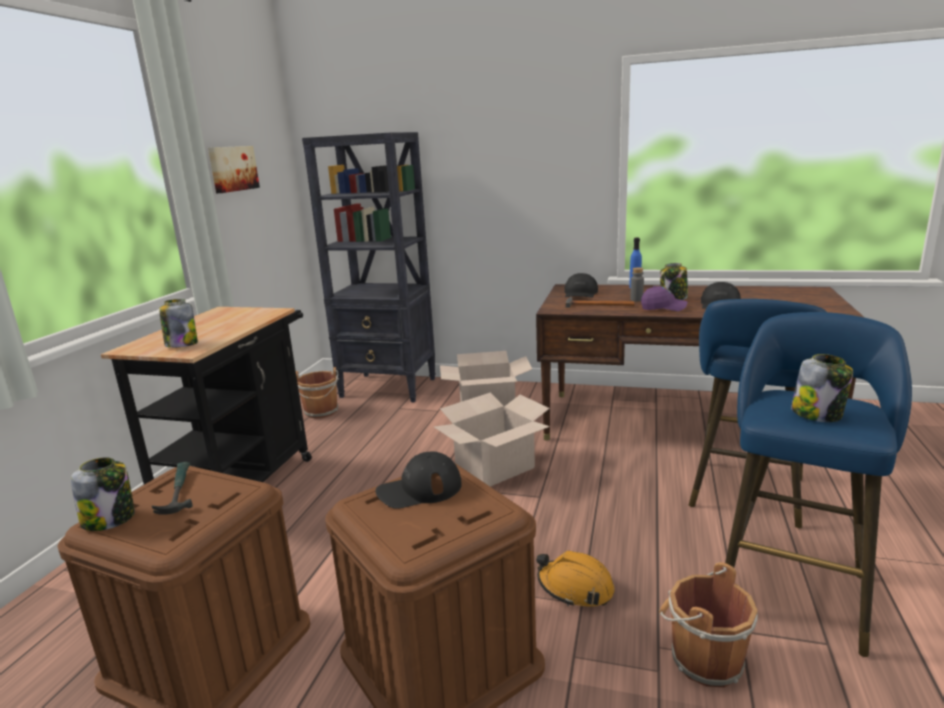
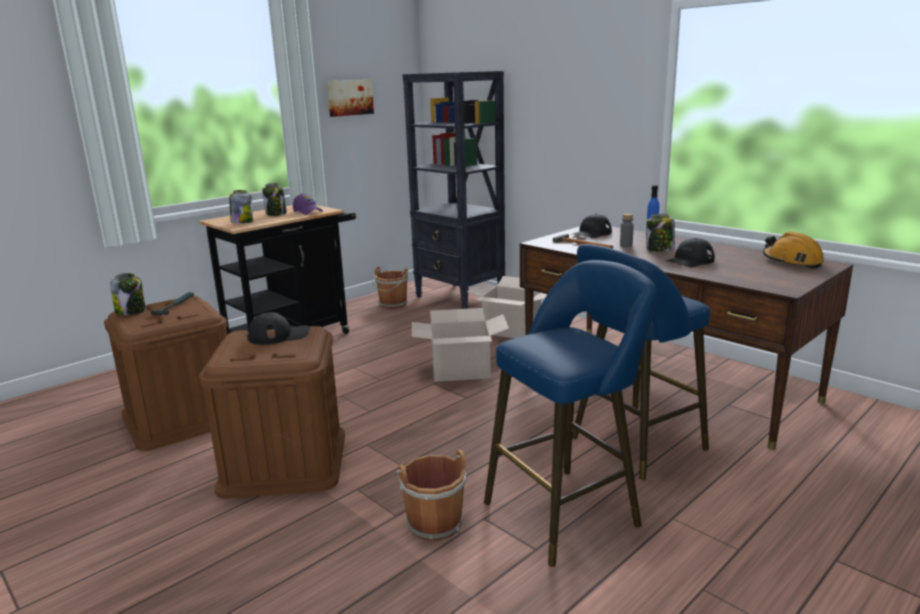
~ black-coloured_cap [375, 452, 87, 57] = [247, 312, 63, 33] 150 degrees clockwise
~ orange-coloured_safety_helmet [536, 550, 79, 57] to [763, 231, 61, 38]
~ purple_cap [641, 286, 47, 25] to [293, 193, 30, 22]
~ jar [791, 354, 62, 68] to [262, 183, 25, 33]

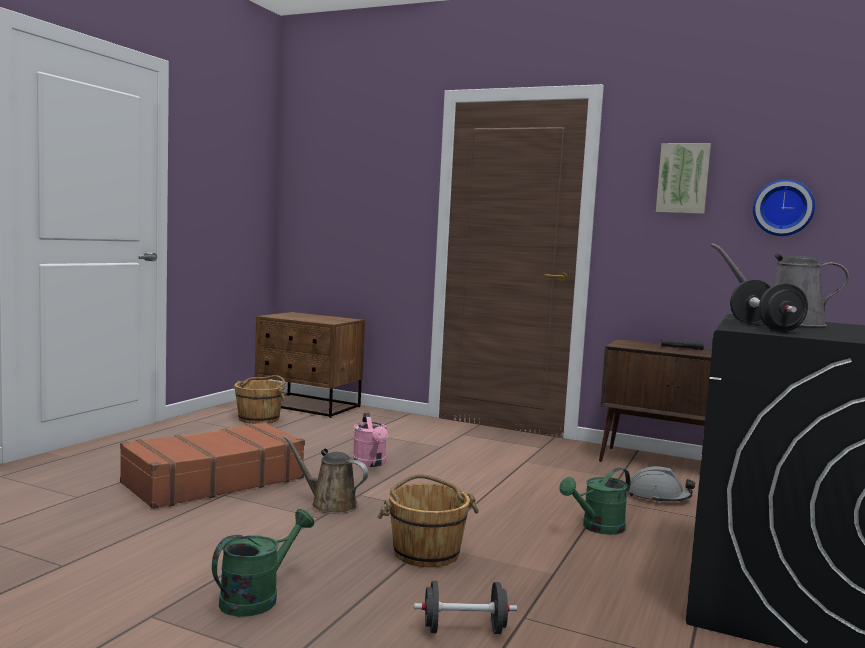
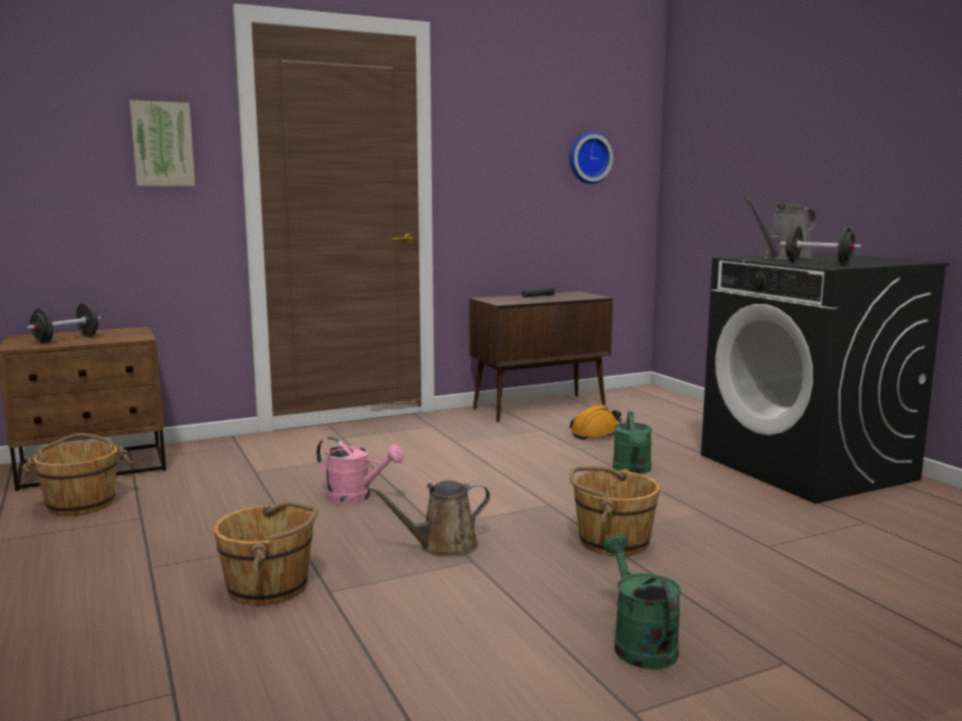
~ brownish_suitcase [120, 422, 185, 87] to brownish_pail [214, 501, 104, 104]
~ black-coloured_hand_weight [414, 581, 103, 53] to [27, 303, 73, 40]
~ grey_safety_helmet [629, 466, 66, 37] to orange-coloured_safety_helmet [569, 405, 52, 35]
~ wall_picture [656, 143, 55, 71] to [129, 100, 66, 86]

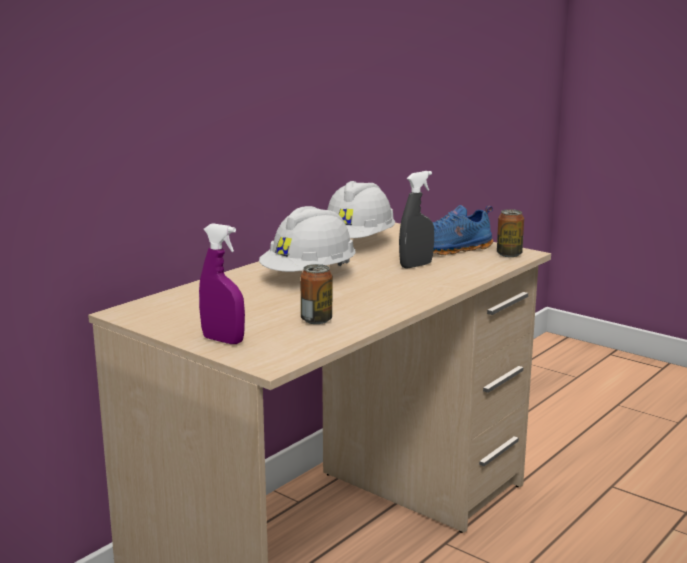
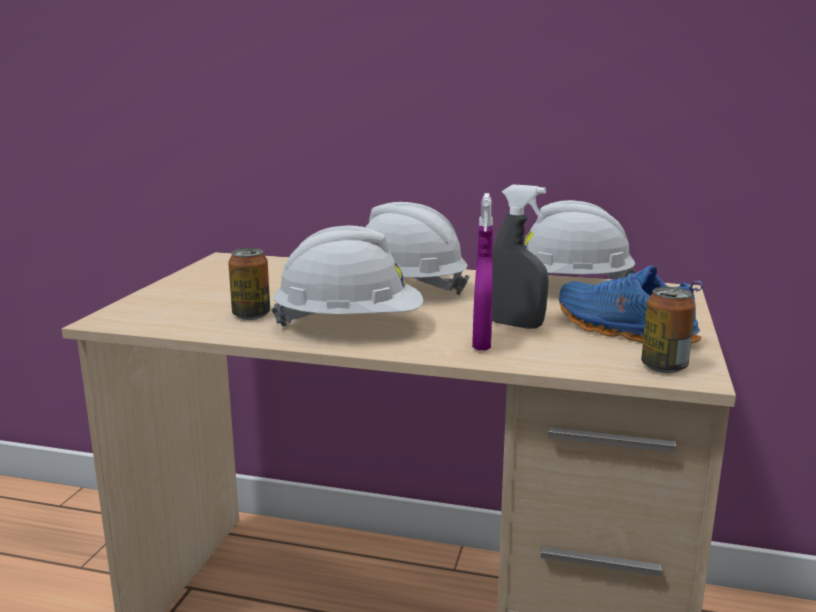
~ purple_hand_sprayer [199, 223, 46, 121] to [472, 193, 21, 157]
+ white_safety_helmet [271, 225, 152, 101]

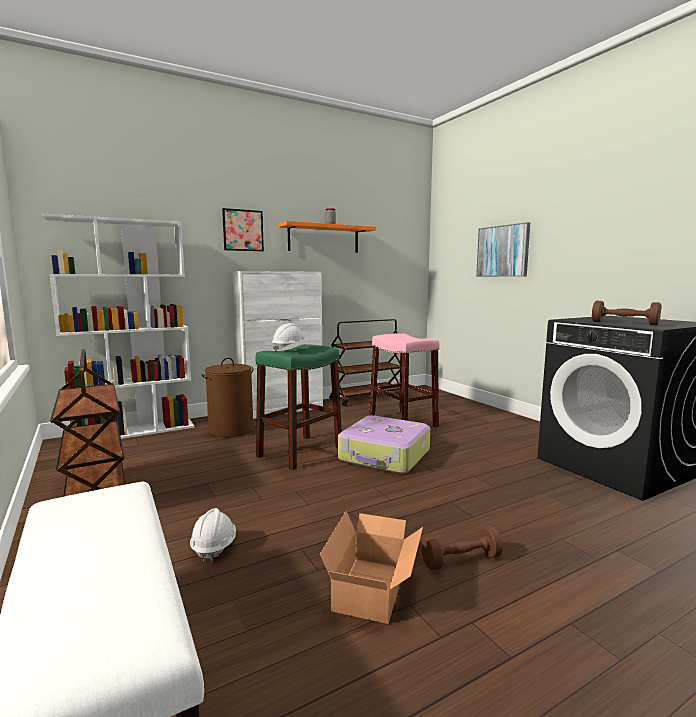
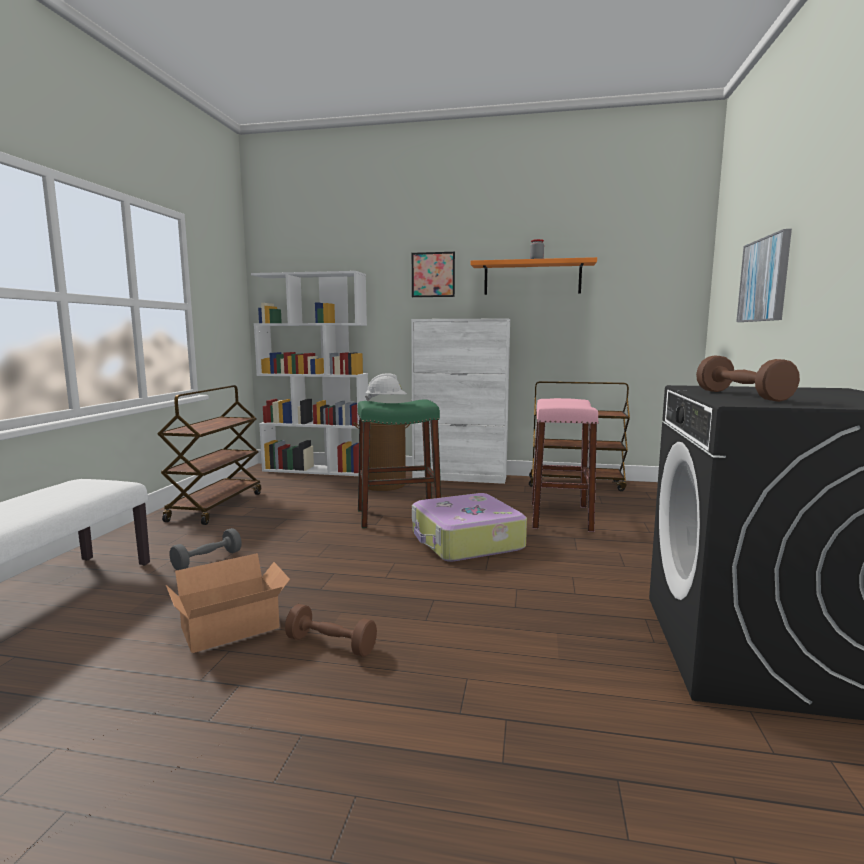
~ white_safety_helmet [190, 508, 46, 55] to grey_hand_weight [170, 528, 72, 42]

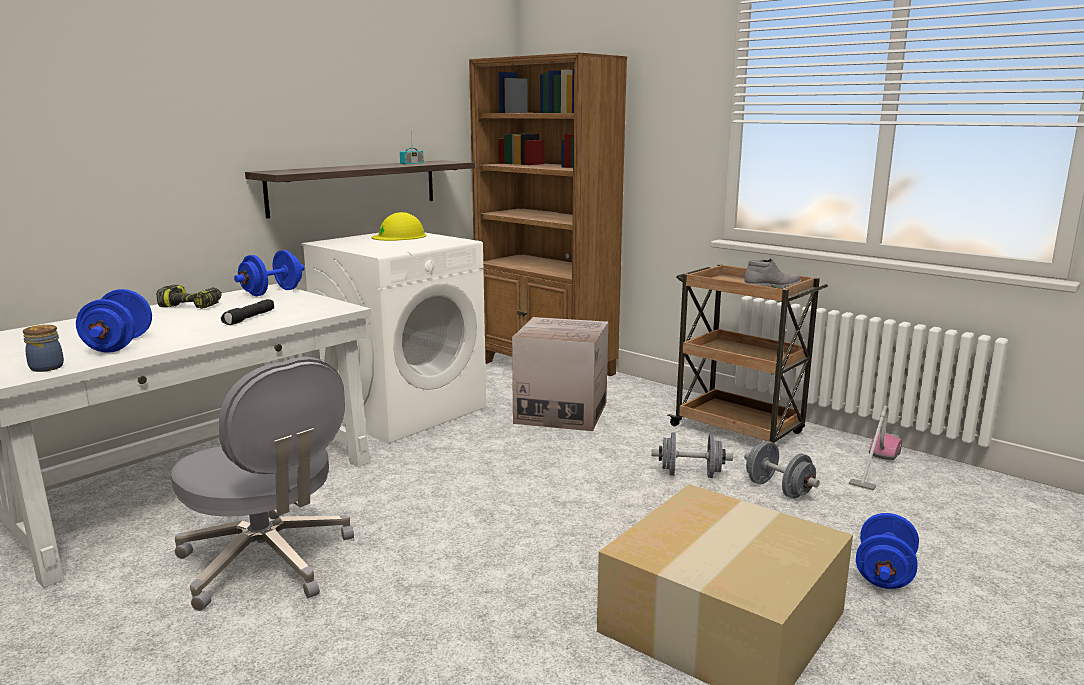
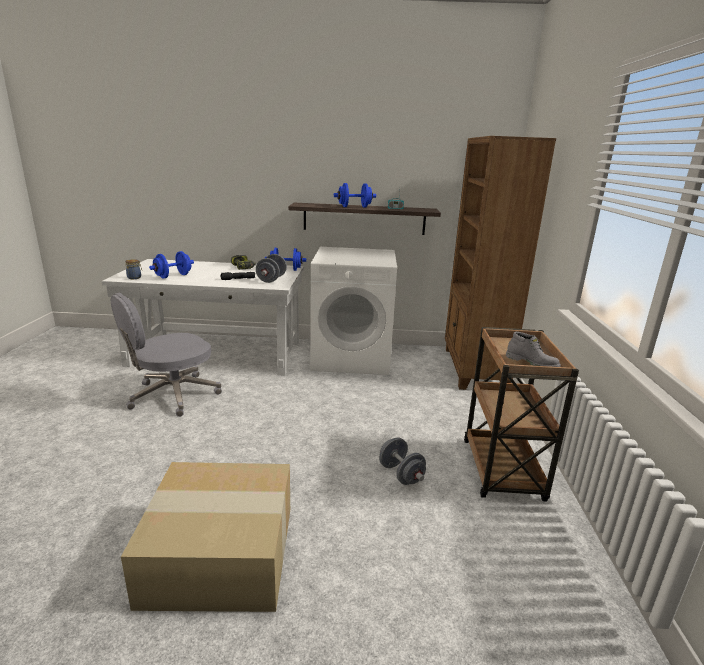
~ grey_office_chair [171, 357, 183, 254] = [111, 293, 111, 124] 45 degrees clockwise
- yellow-coloured_safety_helmet [372, 212, 55, 29]
- packing_box [512, 317, 96, 114]
~ grey_hand_weight [744, 441, 76, 58] to [256, 254, 31, 29]
- vacuum [849, 405, 53, 86]
~ blue_hand_weight [856, 513, 63, 76] to [334, 183, 42, 25]

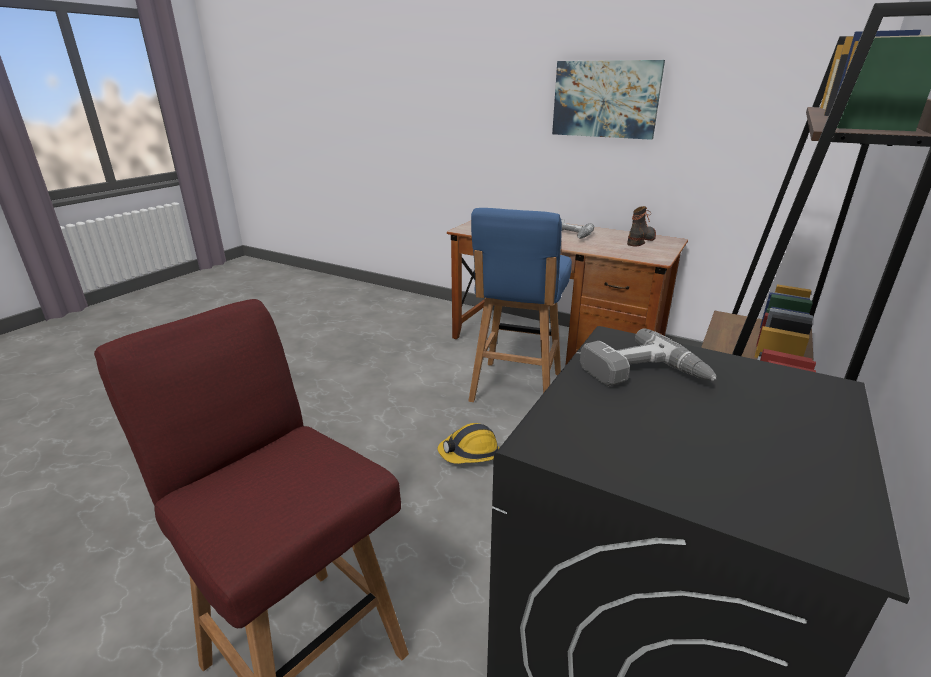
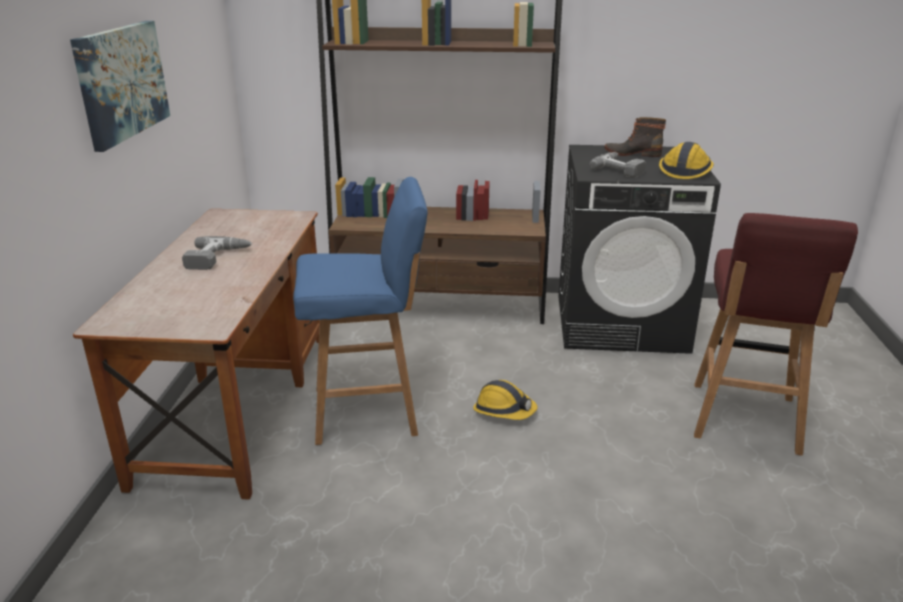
~ tall_boot [627, 206, 29, 40] to [605, 117, 61, 40]
+ safety_helmet [659, 142, 55, 37]

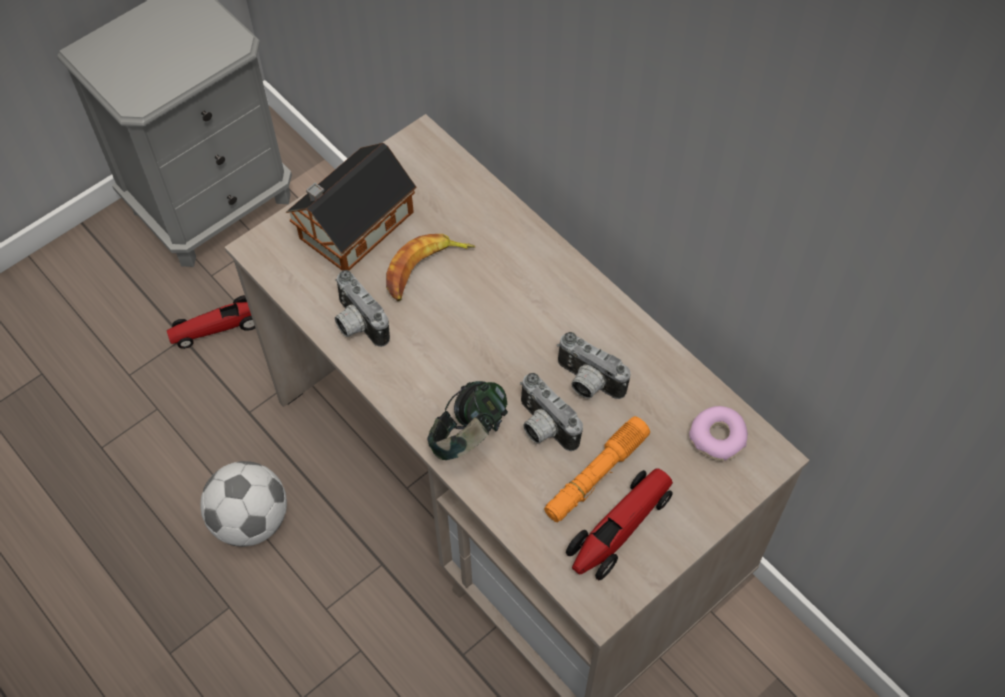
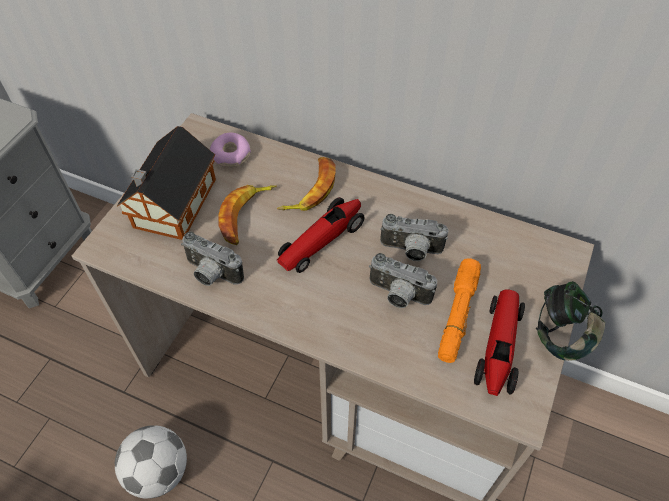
~ miniature_car [167, 295, 88, 54] to [277, 197, 88, 76]
~ headset [427, 381, 81, 79] to [535, 281, 71, 80]
~ ring_doughnut [689, 406, 59, 55] to [210, 133, 41, 34]
+ banana [277, 157, 58, 54]

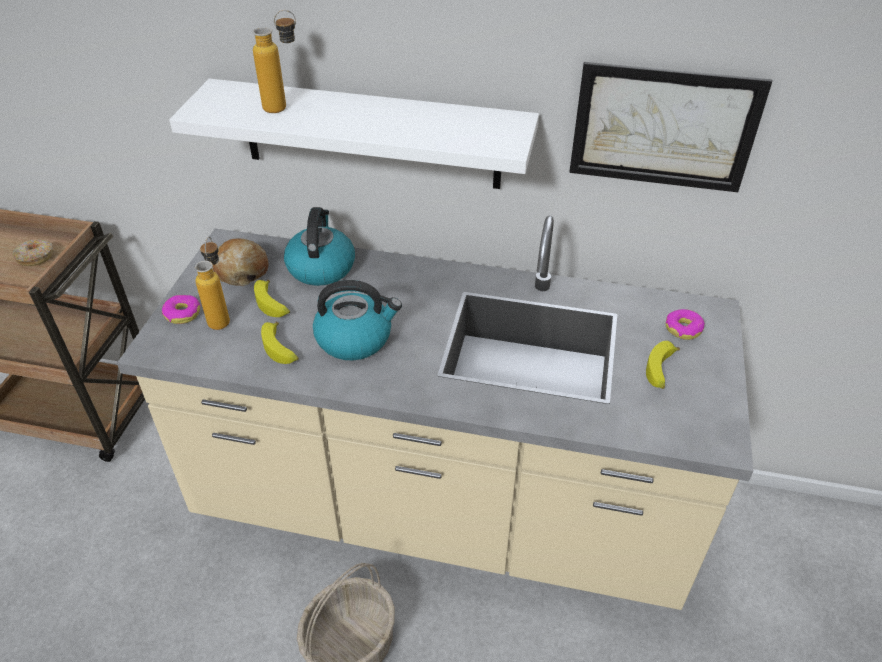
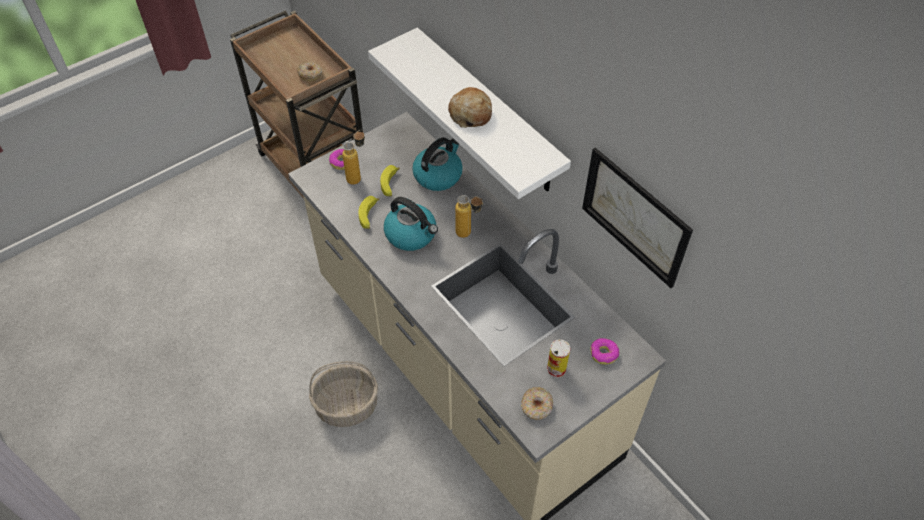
~ bread [213, 239, 56, 47] to [448, 87, 44, 41]
~ bottle [253, 10, 43, 103] to [455, 195, 28, 43]
~ banana [646, 341, 34, 48] to can [547, 339, 23, 39]
+ ring_doughnut [521, 387, 32, 33]

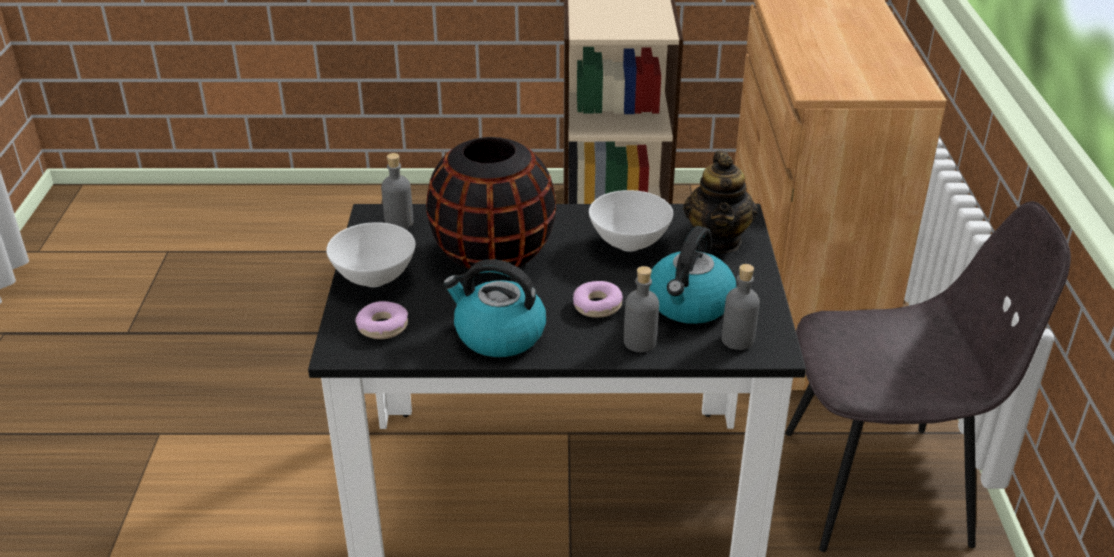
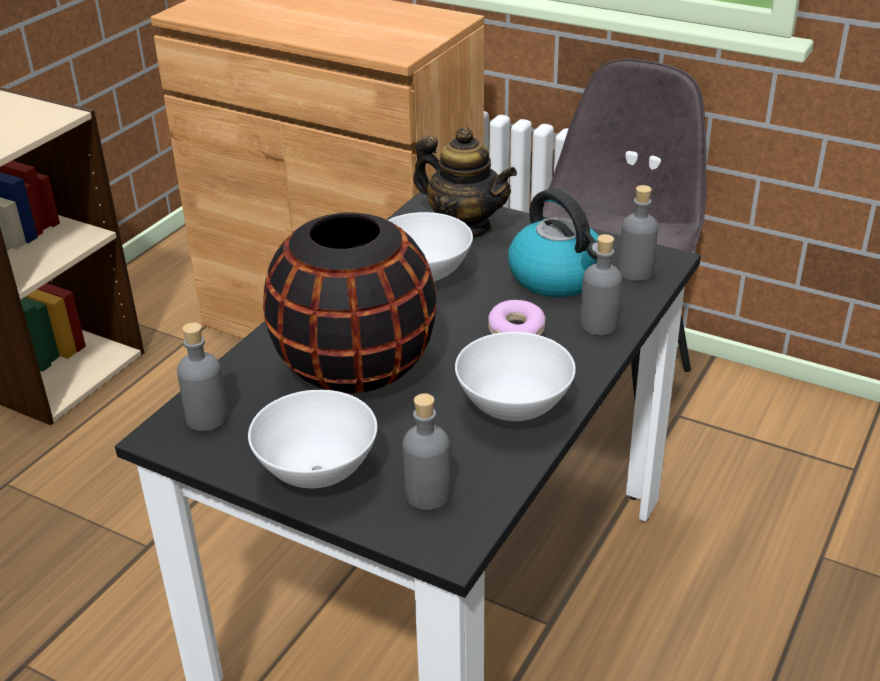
~ ring_doughnut [355, 301, 53, 38] to grey_bottle [403, 393, 48, 117]
~ tea_kettle [443, 259, 103, 98] to white_deep_dish [455, 332, 121, 89]

